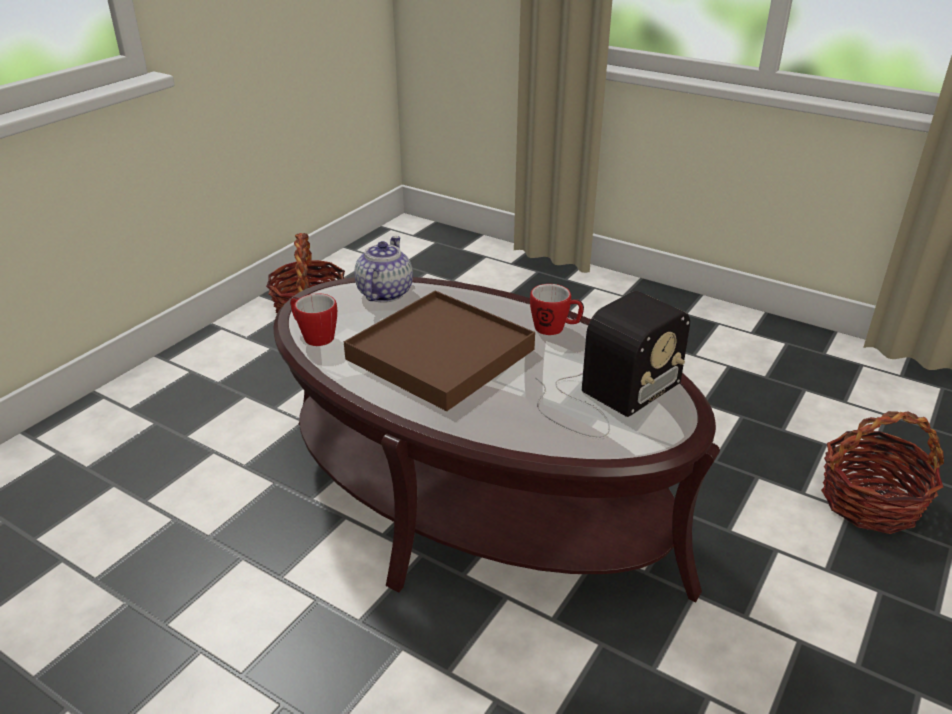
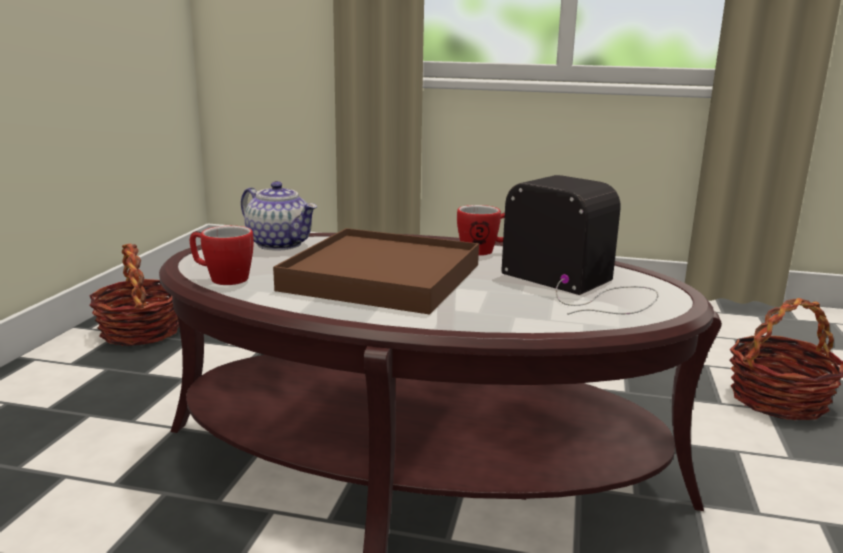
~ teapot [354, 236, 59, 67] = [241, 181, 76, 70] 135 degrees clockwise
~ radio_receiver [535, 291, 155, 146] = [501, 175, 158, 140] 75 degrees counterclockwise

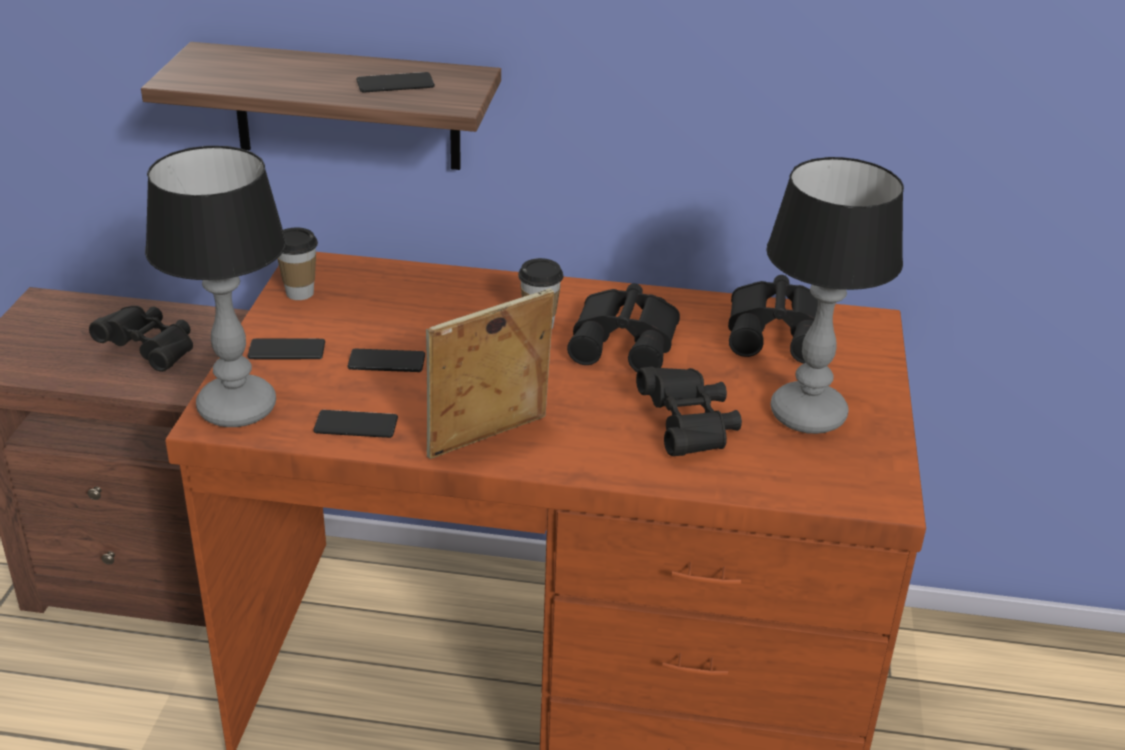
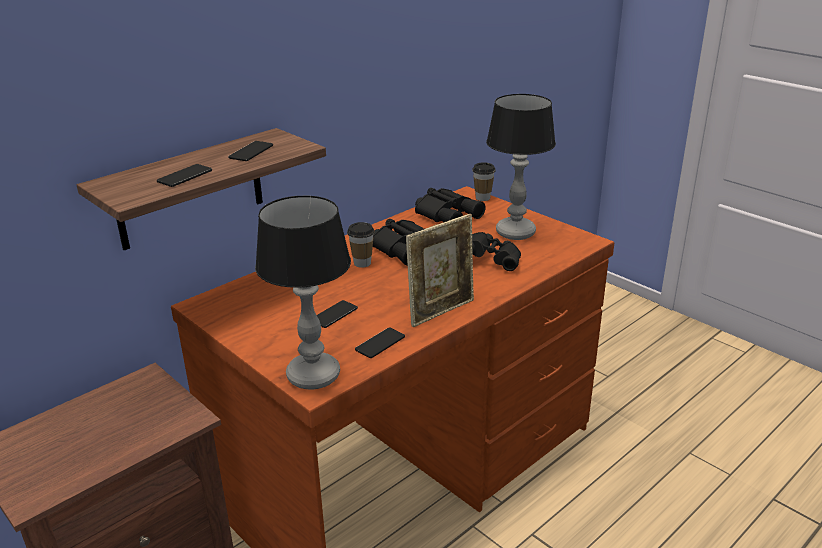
- black-coloured_pair_of_binoculars [89, 306, 104, 66]
~ phone [247, 339, 78, 20] to [157, 164, 55, 23]
~ drinking_cup [277, 227, 41, 73] to [472, 163, 24, 38]
~ standing_frame [426, 288, 128, 171] = [406, 214, 68, 113] 135 degrees counterclockwise

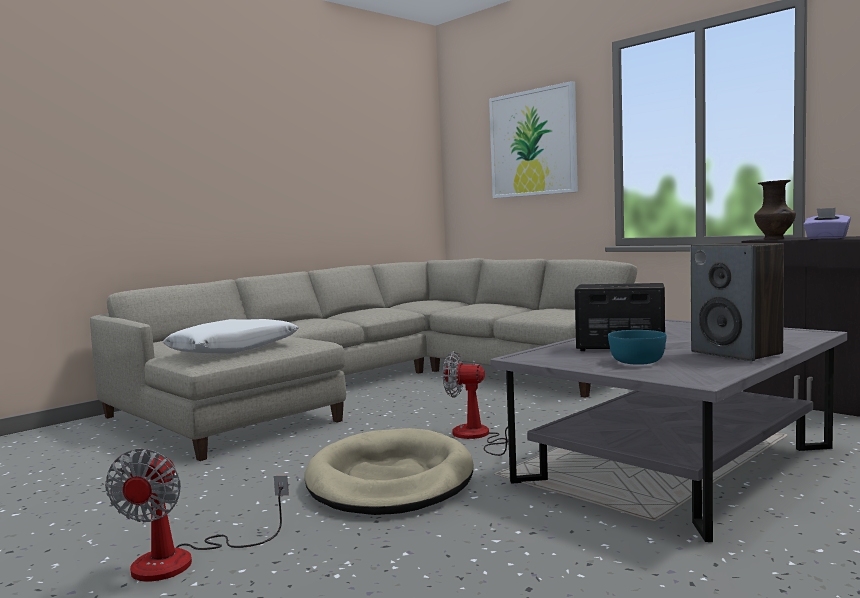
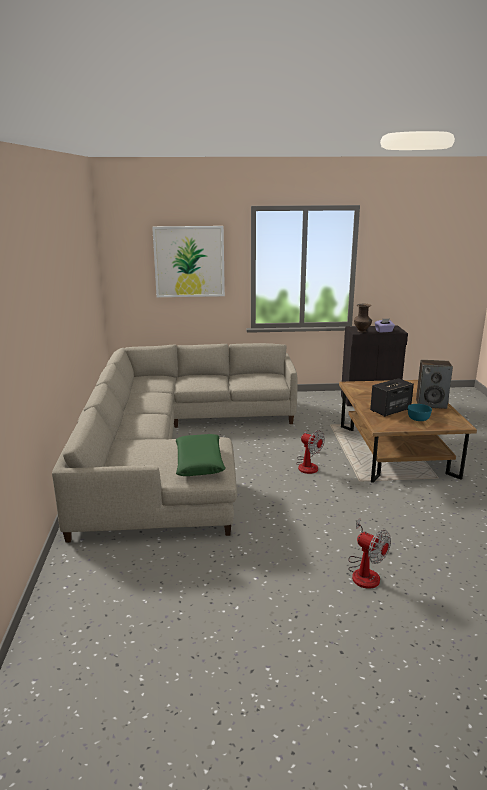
~ white_throw_pillow [163, 319, 136, 35] to green-coloured_throw_pillow [175, 434, 51, 42]
- beige_dog_cushion [305, 428, 169, 87]
~ cooling_fan [443, 351, 65, 105] = [296, 430, 29, 44] 105 degrees counterclockwise
~ grey_lounge_table [490, 319, 357, 223] to brownish_lounge_table [339, 380, 138, 103]

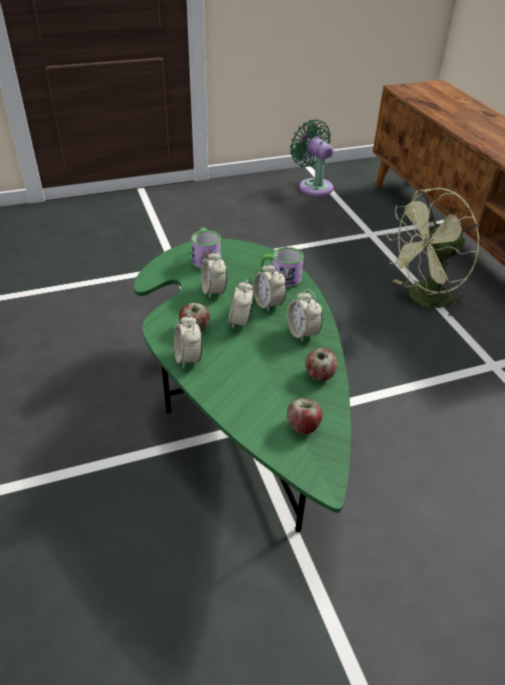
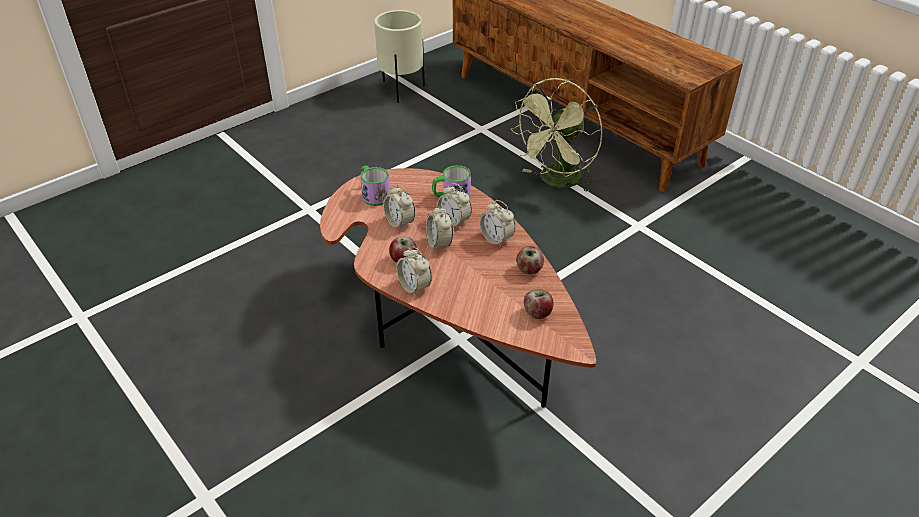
~ green-coloured_lounge_table [134, 238, 217, 295] to brownish_lounge_table [320, 168, 276, 240]
~ green-coloured_cooling_fan [290, 120, 43, 76] to beige_plant_pot [374, 10, 51, 93]

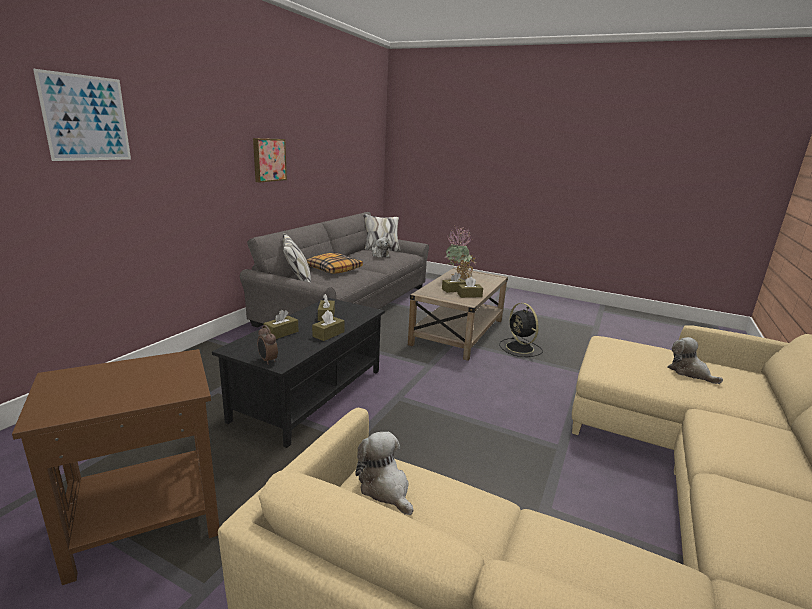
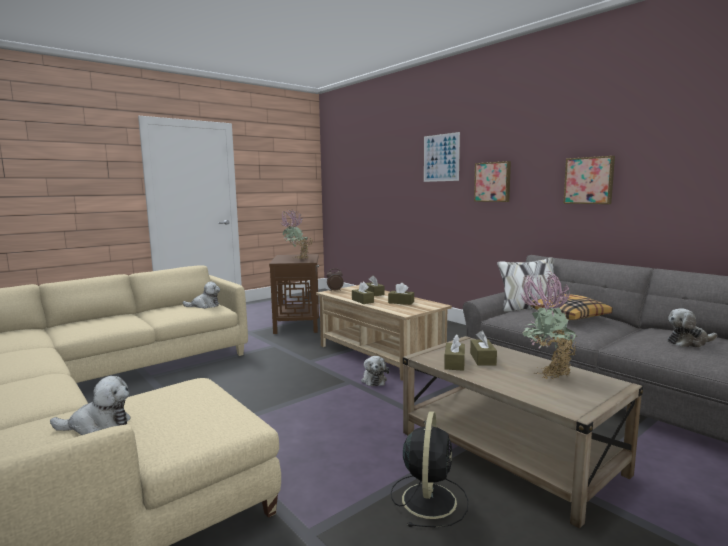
~ black-coloured_lounge_table [212, 297, 173, 151] to beige_lounge_table [316, 285, 136, 96]
~ black-coloured_cooling_fan [499, 303, 44, 54] = [391, 411, 77, 116] 105 degrees clockwise
+ potted_plant [280, 208, 32, 51]
+ soft_toy [361, 356, 28, 30]
+ wall_picture [474, 161, 37, 41]

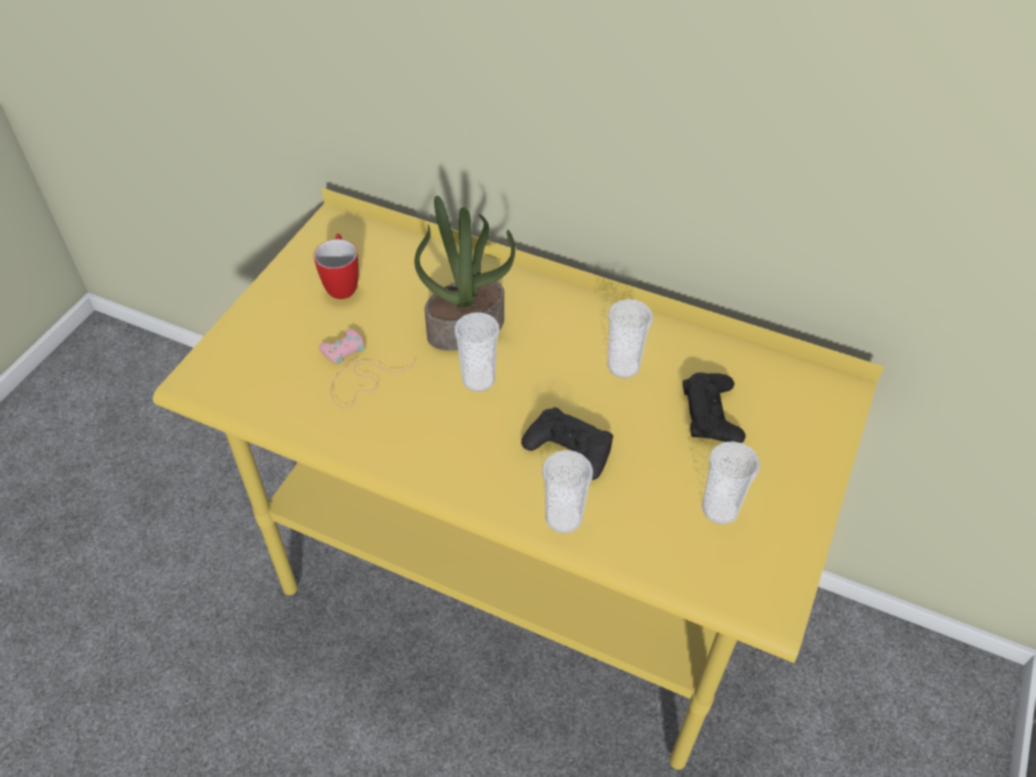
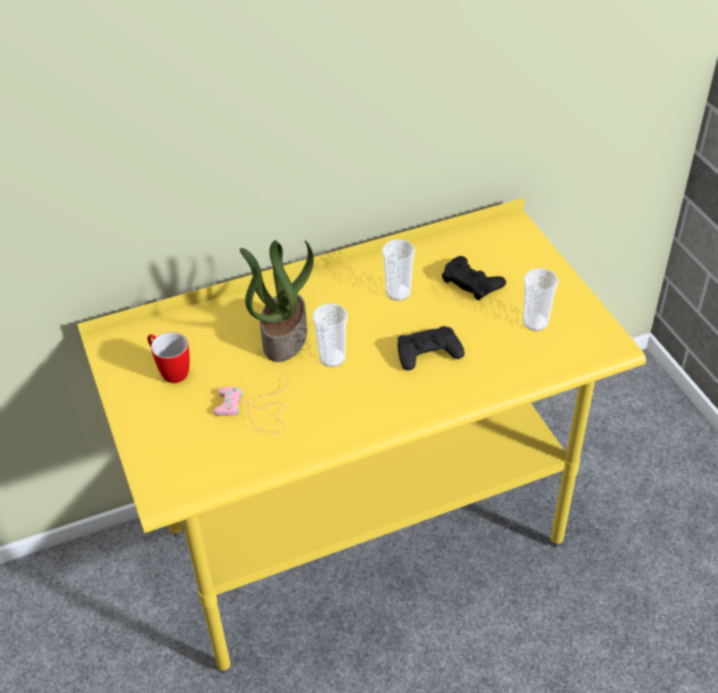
- drinking_cup [542, 450, 51, 84]

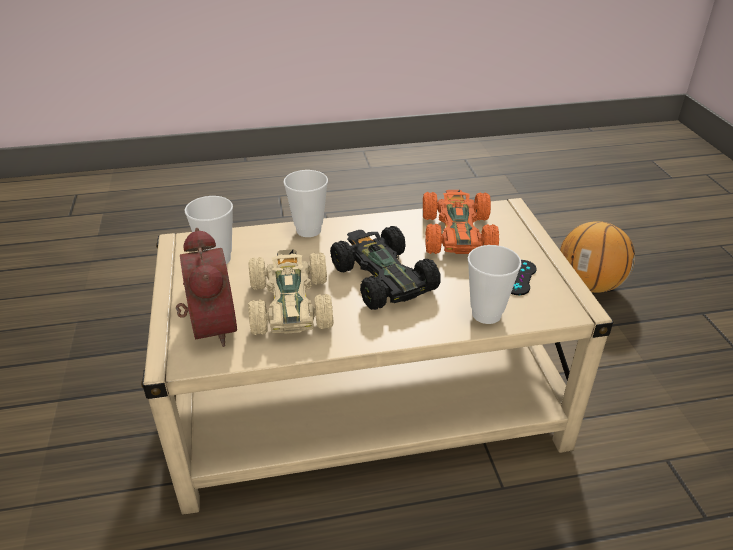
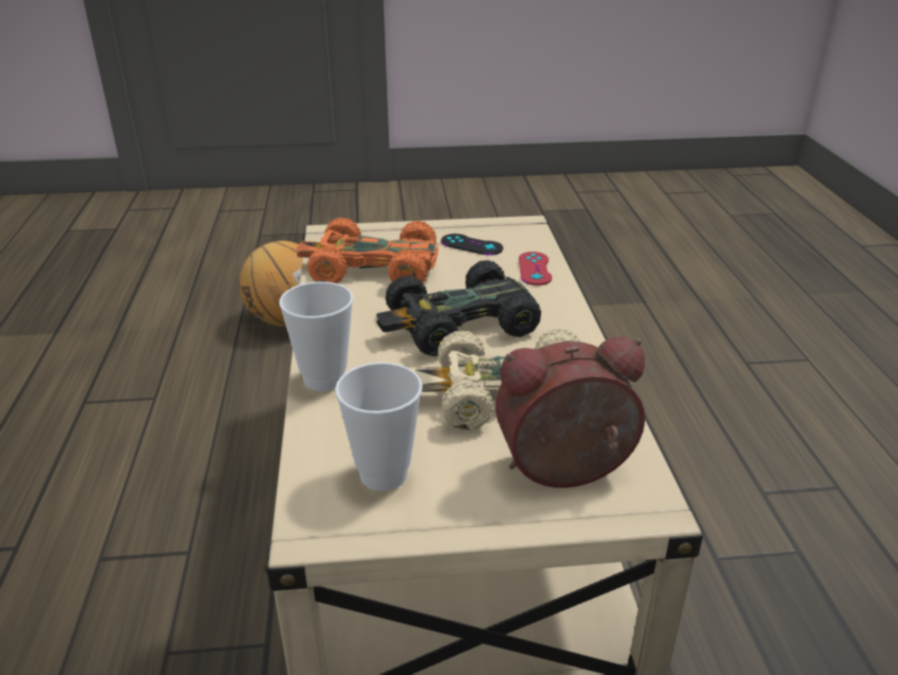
~ drinking_cup [468, 245, 54, 79] to red-coloured_gamepad [519, 252, 33, 34]

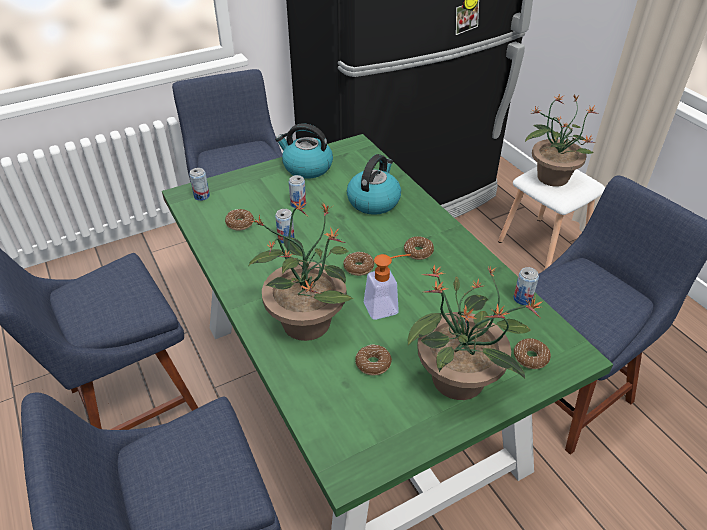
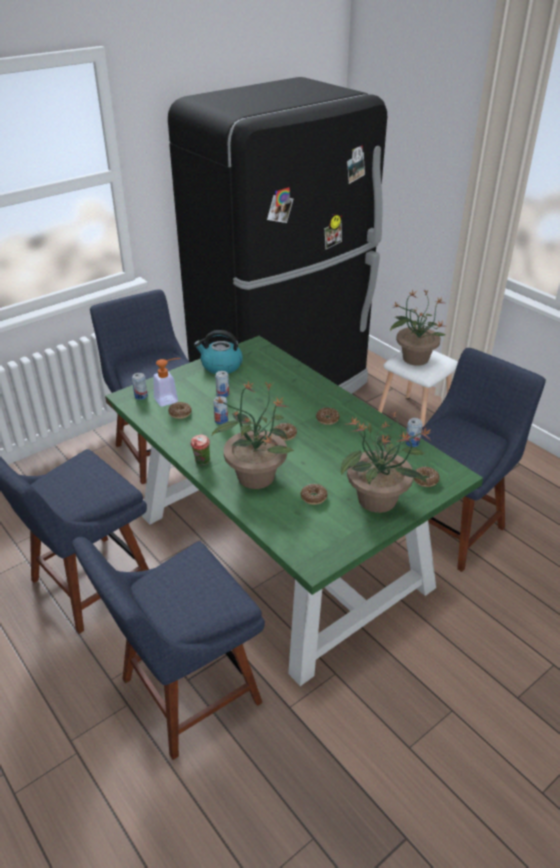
- tea_kettle [347, 154, 54, 61]
~ soap_bottle [364, 254, 47, 66] to [153, 358, 27, 49]
+ drinking_cup [190, 435, 20, 30]

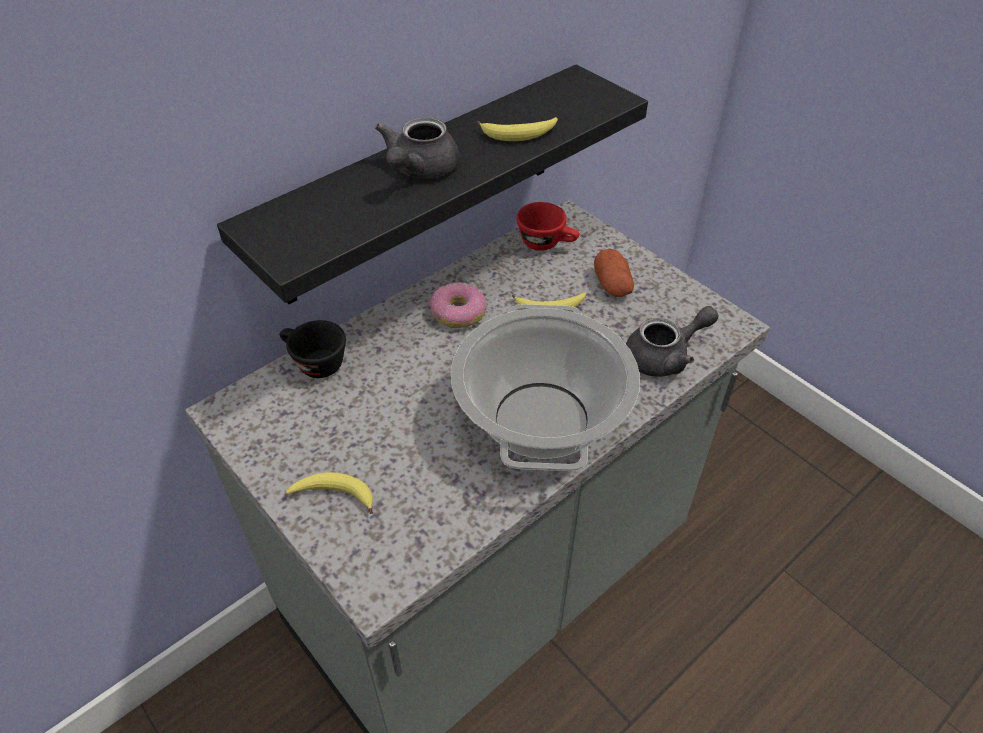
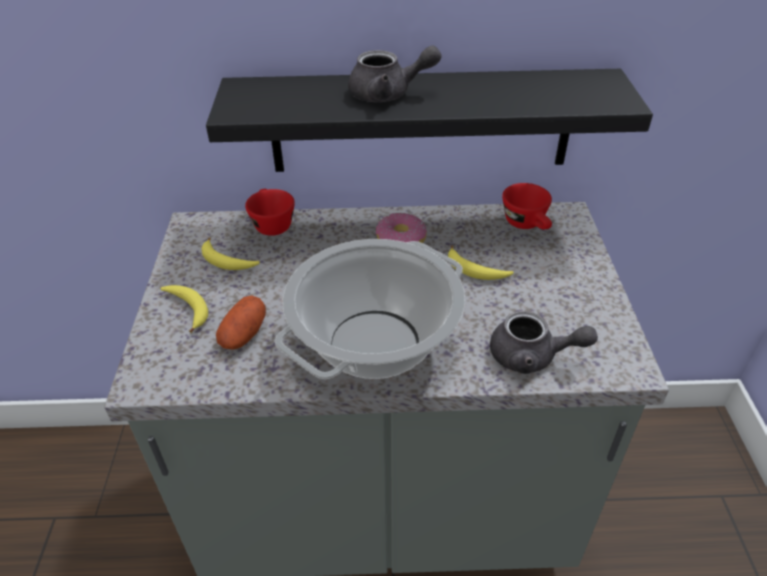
~ black-coloured_drinking_cup [279, 320, 67, 58] to red-coloured_drinking_cup [245, 189, 50, 47]
~ grey_teapot [375, 117, 84, 62] = [348, 45, 94, 57] 150 degrees counterclockwise
~ banana [477, 117, 81, 24] to [201, 238, 59, 32]
~ spud [594, 249, 40, 48] to [216, 295, 50, 55]

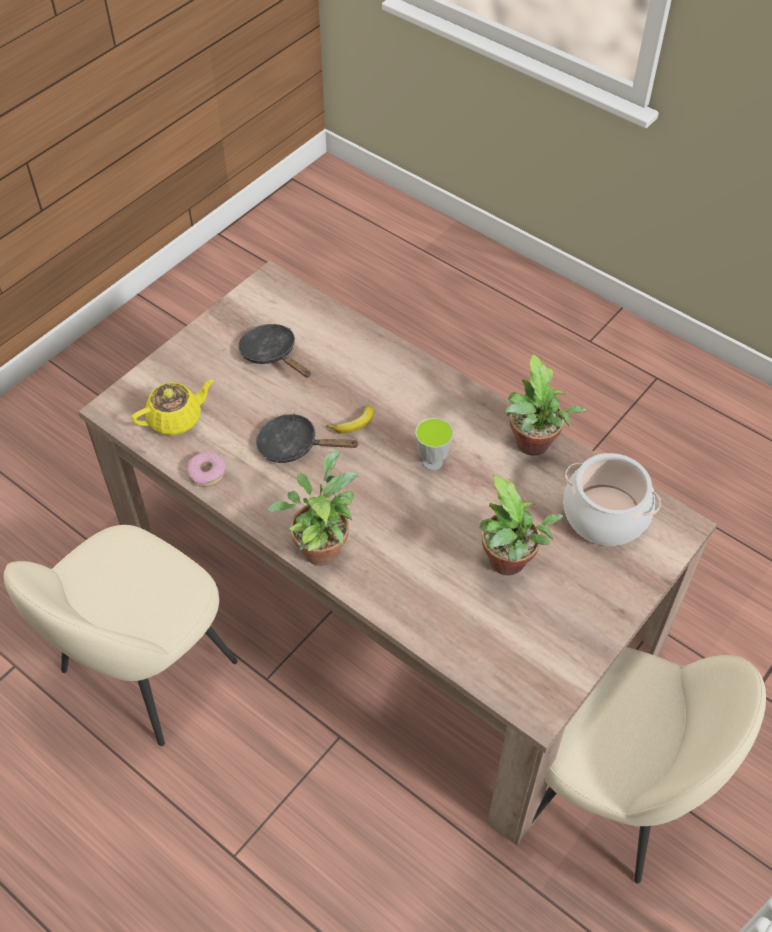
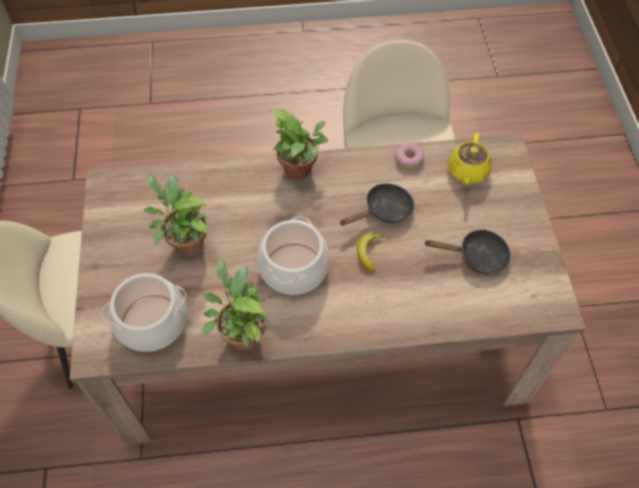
~ drinking_cup [415, 418, 38, 53] to stockpot [257, 216, 73, 79]

